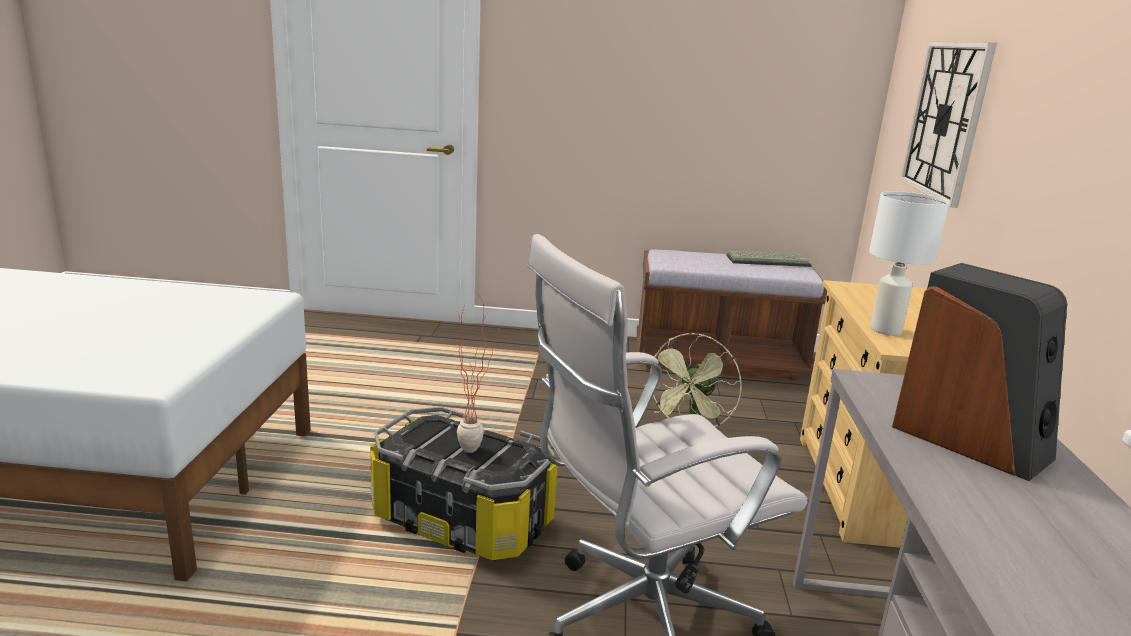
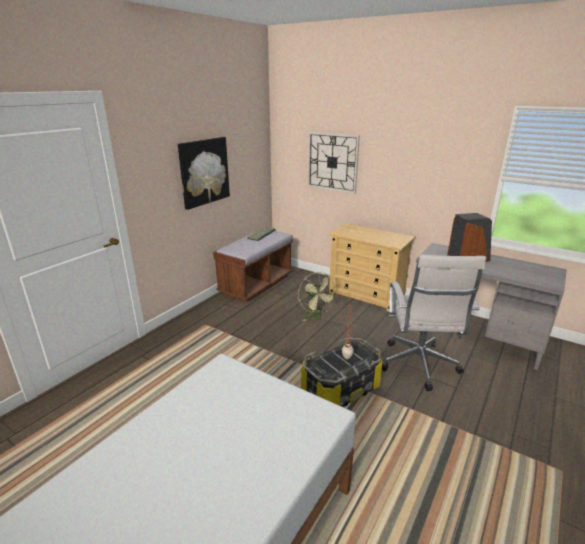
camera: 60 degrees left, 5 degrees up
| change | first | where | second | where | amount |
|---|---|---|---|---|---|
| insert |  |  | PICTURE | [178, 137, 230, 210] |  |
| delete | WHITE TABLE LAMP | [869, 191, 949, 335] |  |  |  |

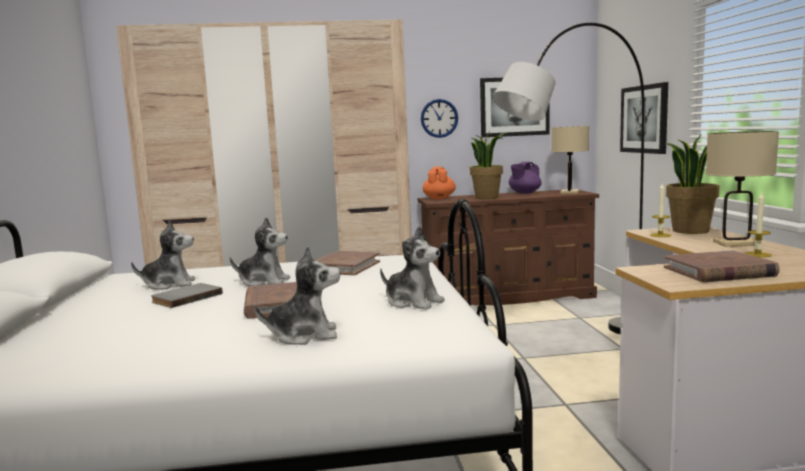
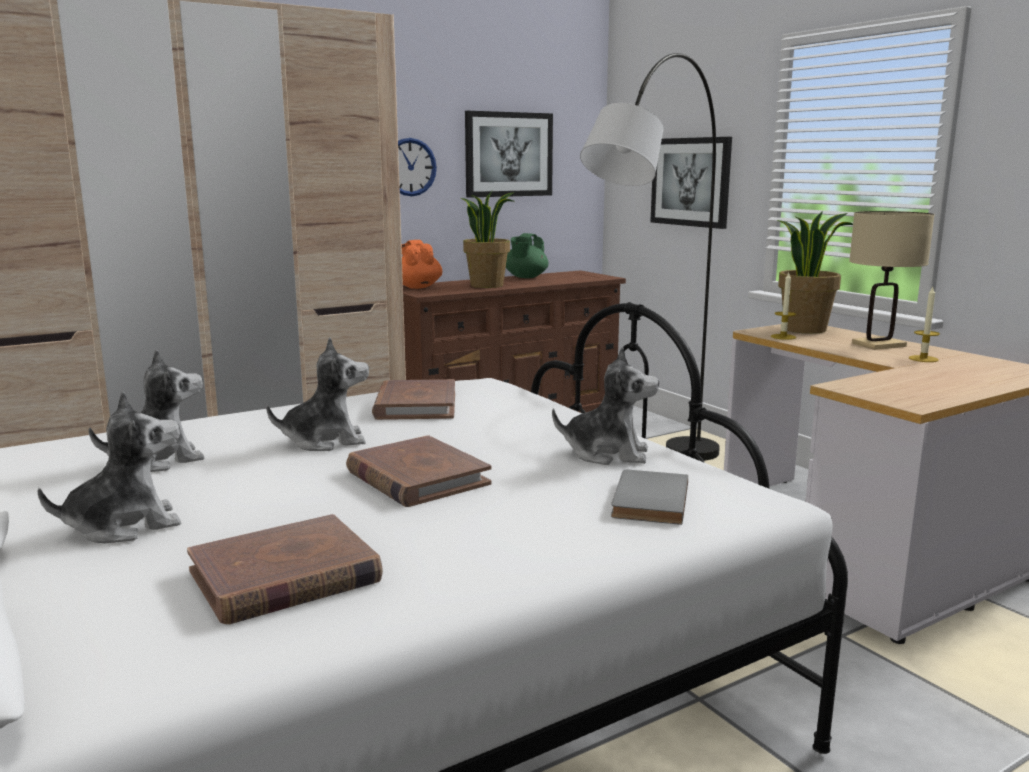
camera: 25 degrees left, 5 degrees up
| change | first | where | second | where | amount |
|---|---|---|---|---|---|
| move | PLUSH TOY | [254, 246, 340, 345] |  | [37, 391, 181, 543] |  |
| move | BROWN BOOK | [664, 250, 780, 282] |  | [187, 514, 383, 625] |  |
| recolor | PURPLE TEAPOT | [509, 162, 541, 194] | GREEN TEAPOT | [506, 233, 548, 278] |  |
| move | GREY BOOK | [151, 283, 223, 308] |  | [611, 470, 688, 525] |  |
| delete | BEIGE TABLE LAMP | [551, 126, 589, 194] |  |  |  |

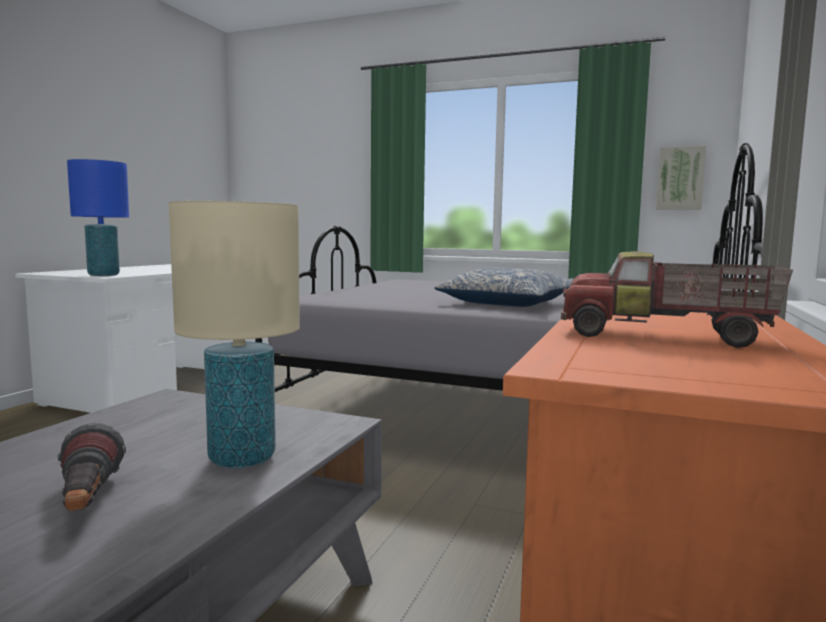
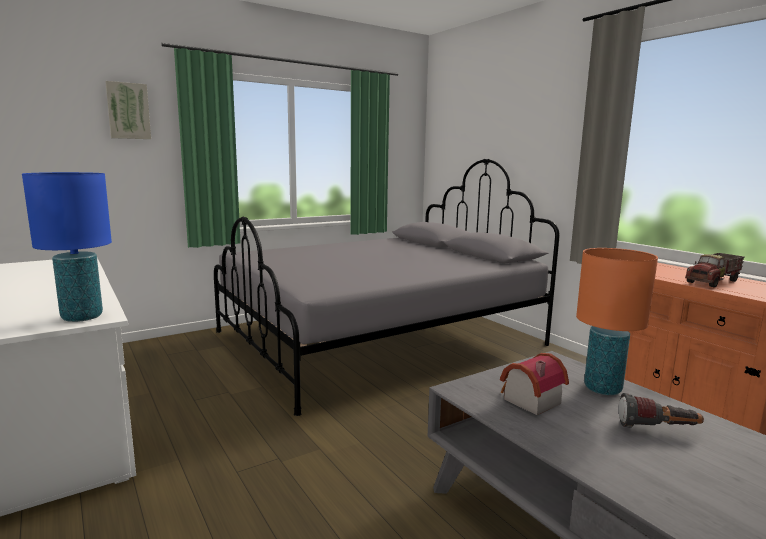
camera: 55 degrees left, 5 degrees up
| change | first | where | second | where | amount |
|---|---|---|---|---|---|
| move | PICTURE | [656, 146, 706, 210] |  | [105, 81, 151, 139] |  |
| insert |  |  | TOY HOUSE | [500, 353, 569, 415] |  |
| recolor | BEIGE TABLE LAMP | [168, 201, 300, 468] | ORANGE TABLE LAMP | [576, 248, 658, 395] |  |
| delete | PILLOW | [434, 268, 572, 307] |  |  |  |

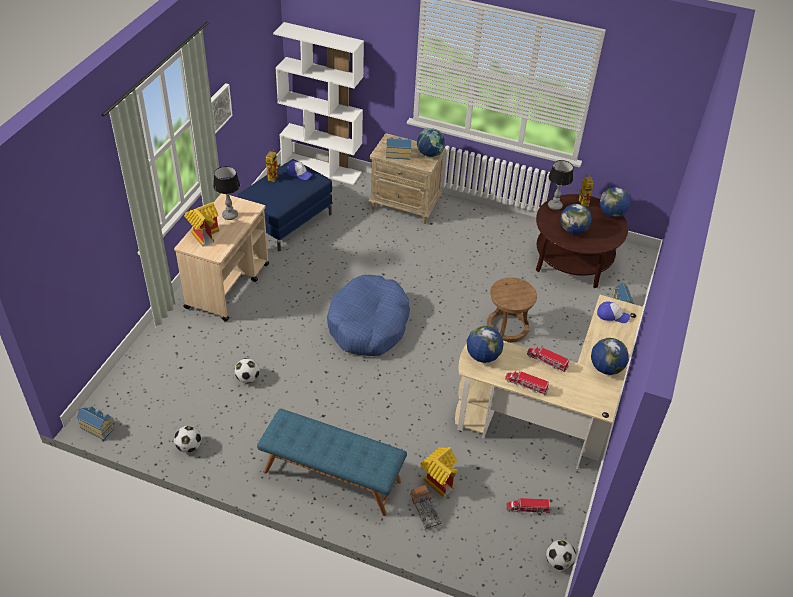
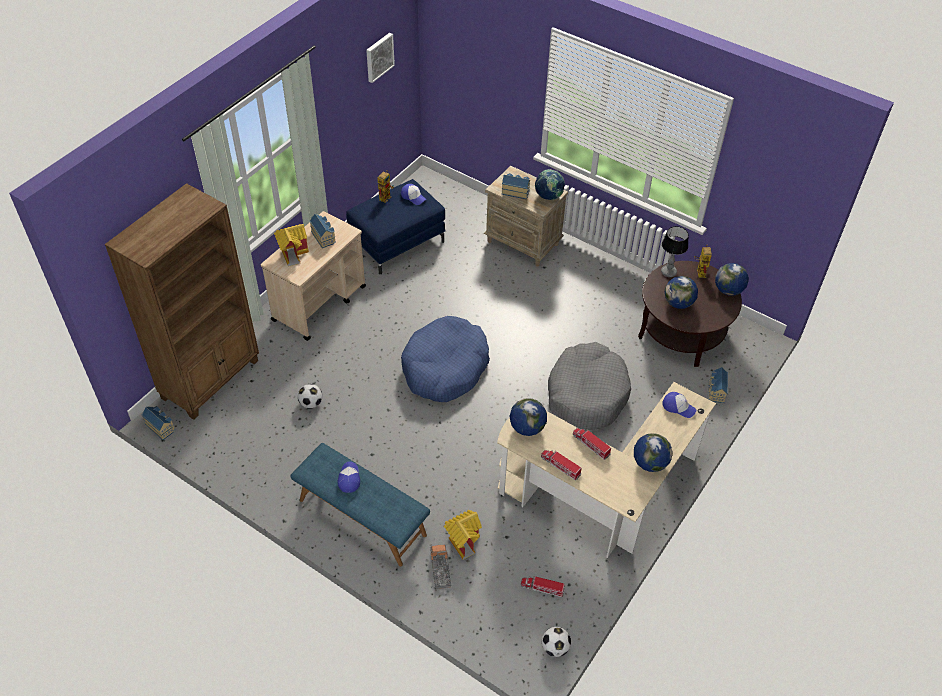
camera: 15 degrees right, 5 degrees up
| change | first | where | second | where | amount |
|---|---|---|---|---|---|
| insert |  |  | BROWN BOOKCASE | [105, 183, 259, 420] |  |
| replace | TABLE LAMP | [213, 166, 240, 220] | TOY HOUSE | [309, 214, 336, 248] |  |
| insert |  |  | CAP | [337, 462, 360, 493] |  |
| move | PICTURE | [211, 83, 233, 134] |  | [366, 33, 395, 83] |  |
| replace | BROWN STOOL | [487, 277, 537, 343] | GREY DOG BED | [548, 342, 631, 431] |  |
| delete | FOOTBALL | [174, 426, 201, 453] |  |  |  |
| delete | WHITE BOOKCASE | [273, 22, 364, 185] |  |  |  |

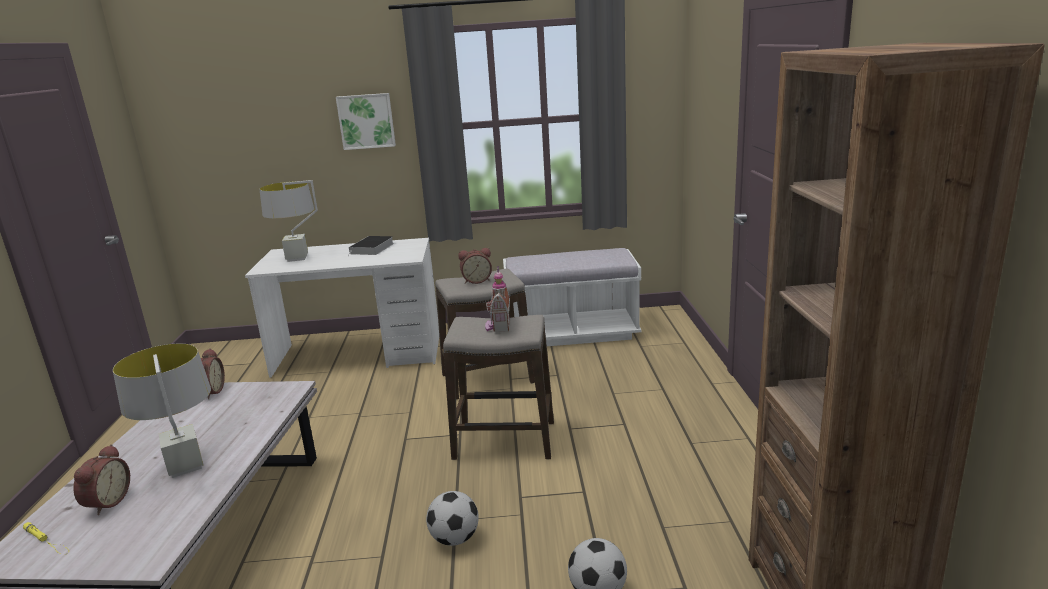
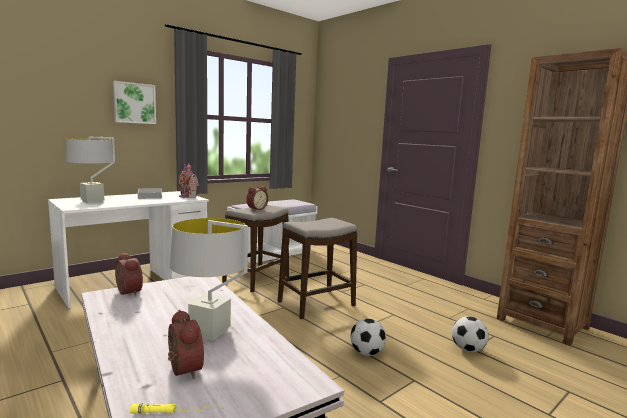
camera: 40 degrees left, 10 degrees down
| change | first | where | second | where | amount |
|---|---|---|---|---|---|
| move | TOY HOUSE | [485, 266, 510, 332] |  | [179, 163, 199, 198] |  |

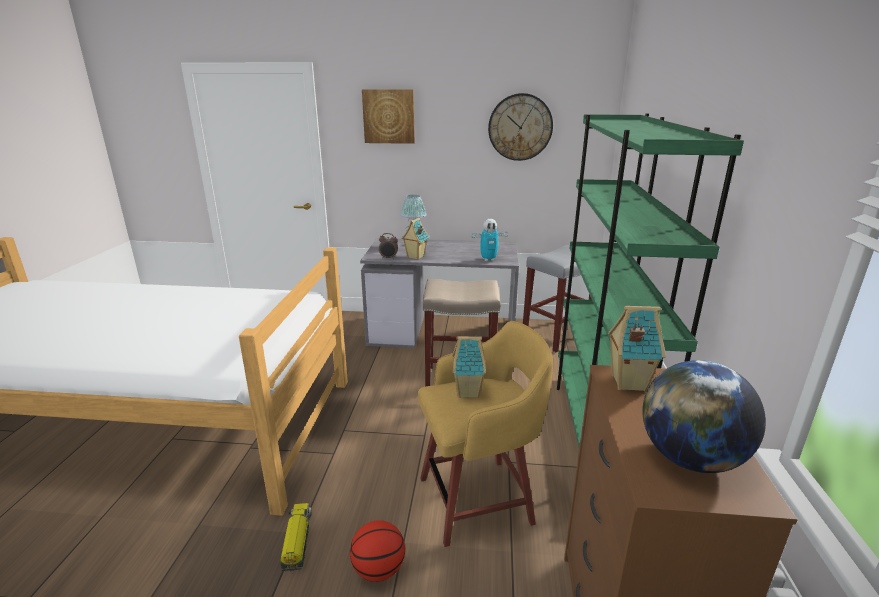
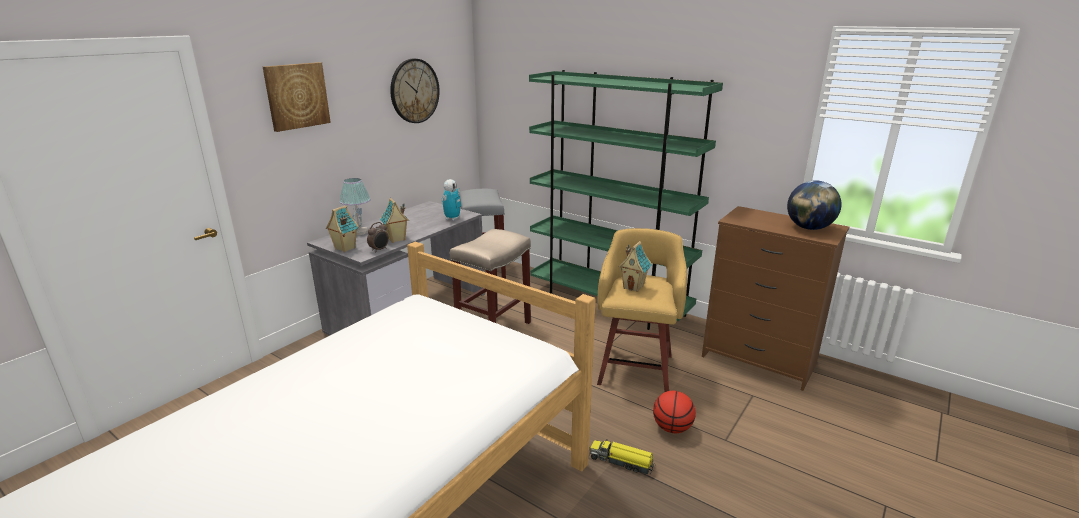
camera: 60 degrees left, 0 degrees up
| change | first | where | second | where | amount |
|---|---|---|---|---|---|
| move | TOY HOUSE | [608, 306, 666, 391] |  | [326, 205, 359, 252] |  |

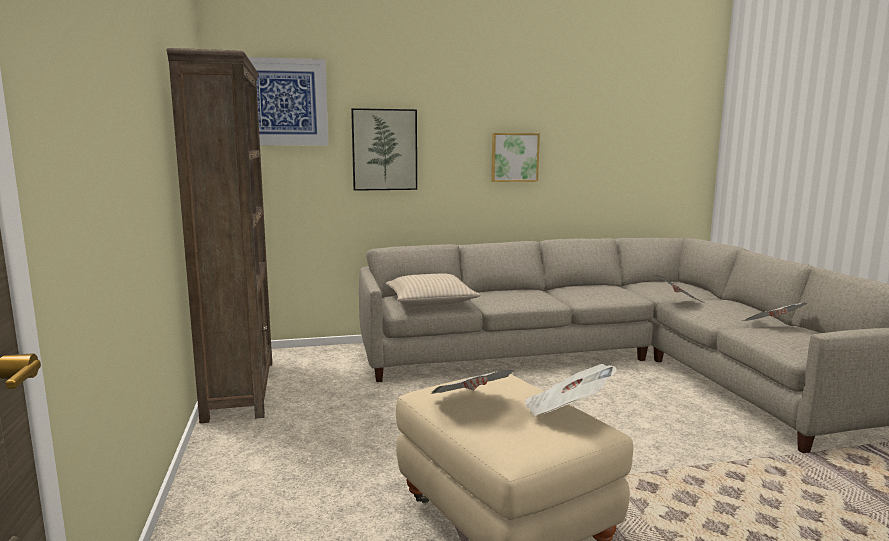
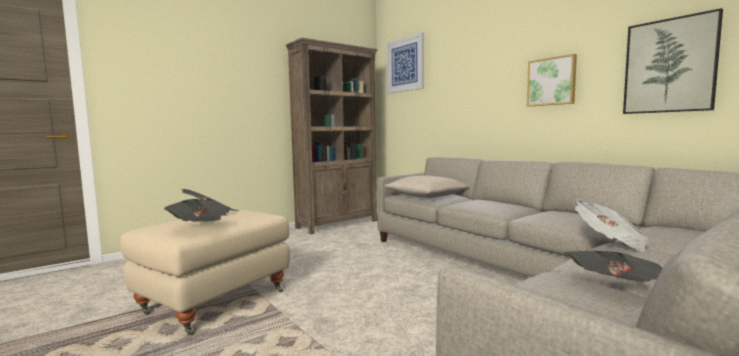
camera: 65 degrees right, 5 degrees down
| change | first | where | second | where | amount |
|---|---|---|---|---|---|
| move | PICTURE | [351, 108, 417, 191] |  | [623, 8, 723, 114] |  |

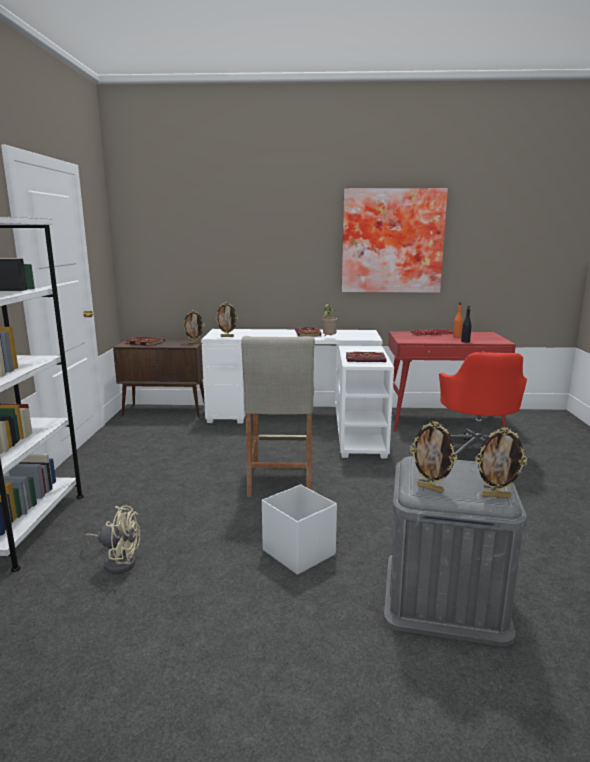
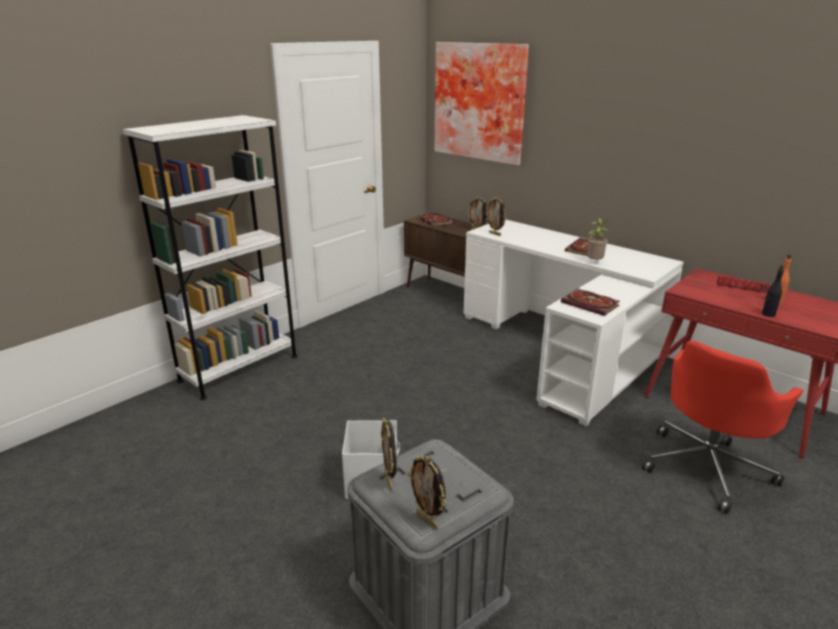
camera: 40 degrees right, 10 degrees up
| change | first | where | second | where | amount |
|---|---|---|---|---|---|
| move | PICTURE | [342, 188, 448, 293] |  | [435, 42, 529, 165] |  |
| delete | BEIGE FAN | [84, 505, 141, 574] |  |  |  |
| delete | BEIGE STOOL | [241, 336, 315, 497] |  |  |  |

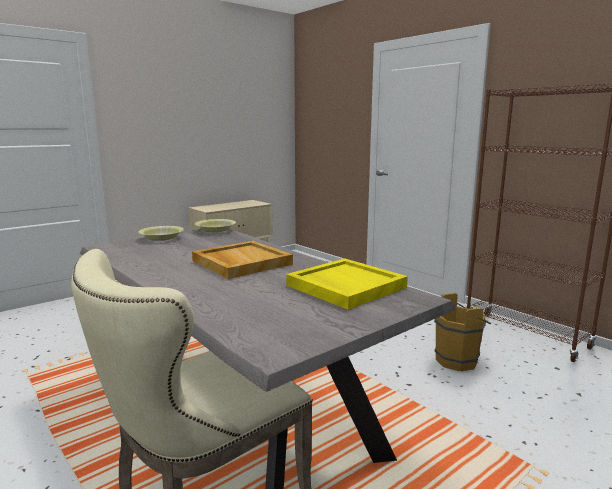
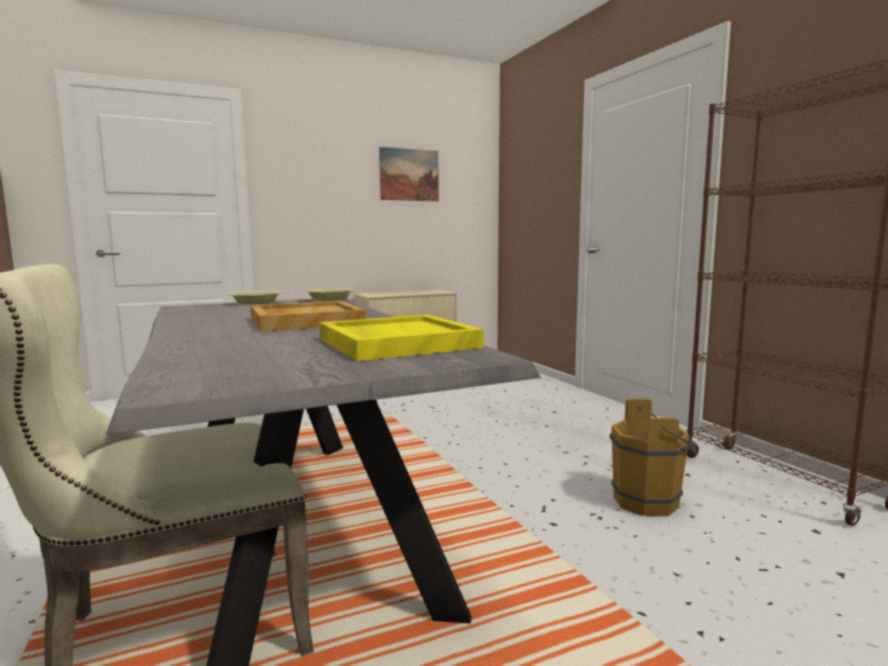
camera: 15 degrees right, 5 degrees down
| change | first | where | second | where | amount |
|---|---|---|---|---|---|
| insert |  |  | PICTURE | [379, 147, 439, 201] |  |

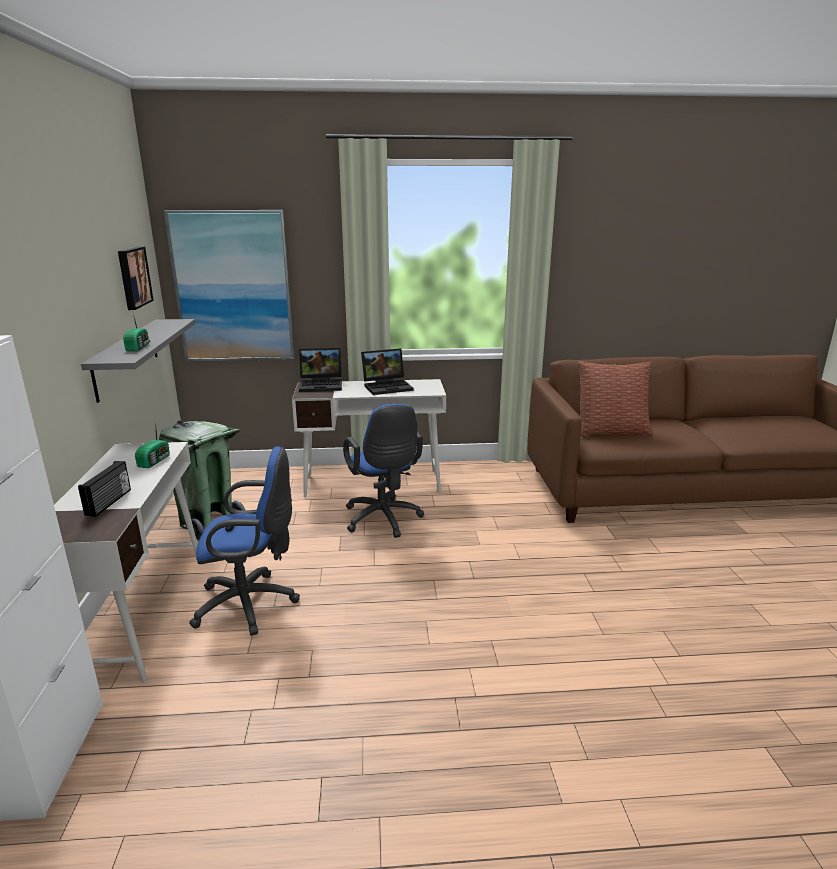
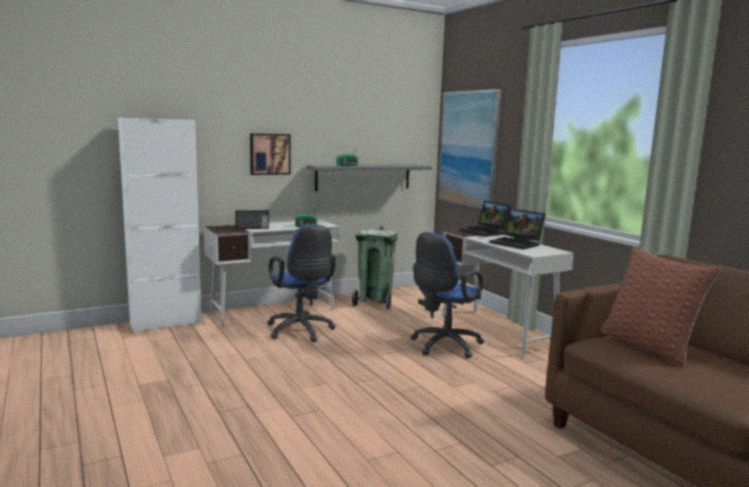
camera: 65 degrees right, 10 degrees down
| change | first | where | second | where | amount |
|---|---|---|---|---|---|
| move | PICTURE | [118, 247, 154, 310] |  | [250, 133, 291, 175] |  |

